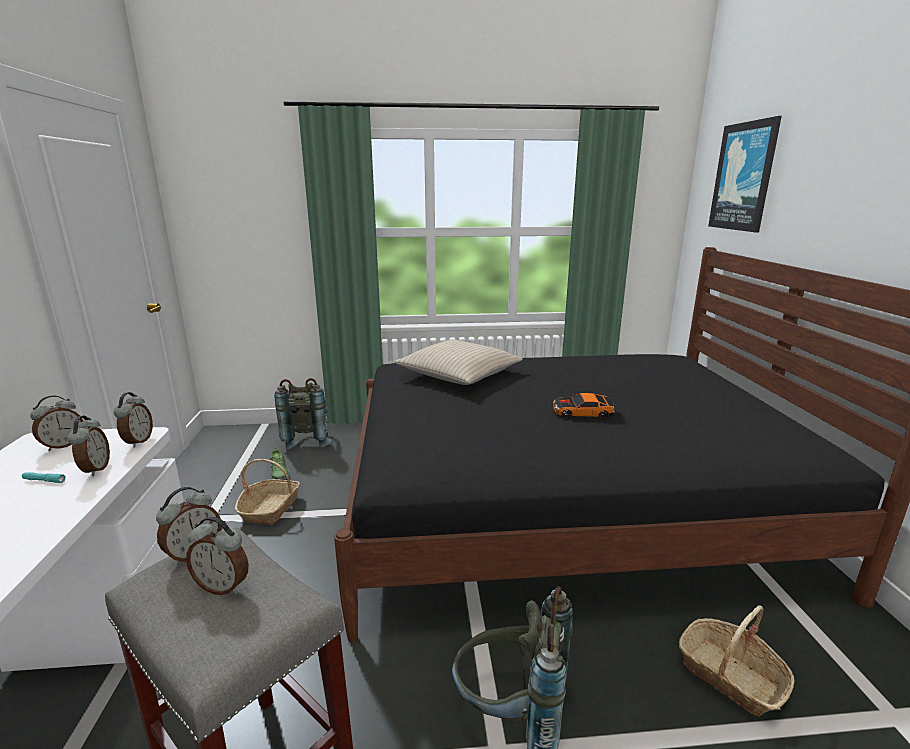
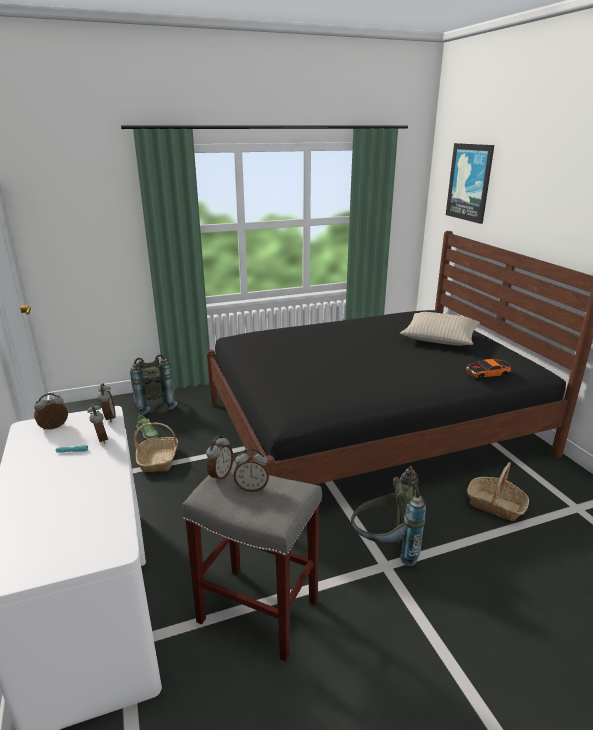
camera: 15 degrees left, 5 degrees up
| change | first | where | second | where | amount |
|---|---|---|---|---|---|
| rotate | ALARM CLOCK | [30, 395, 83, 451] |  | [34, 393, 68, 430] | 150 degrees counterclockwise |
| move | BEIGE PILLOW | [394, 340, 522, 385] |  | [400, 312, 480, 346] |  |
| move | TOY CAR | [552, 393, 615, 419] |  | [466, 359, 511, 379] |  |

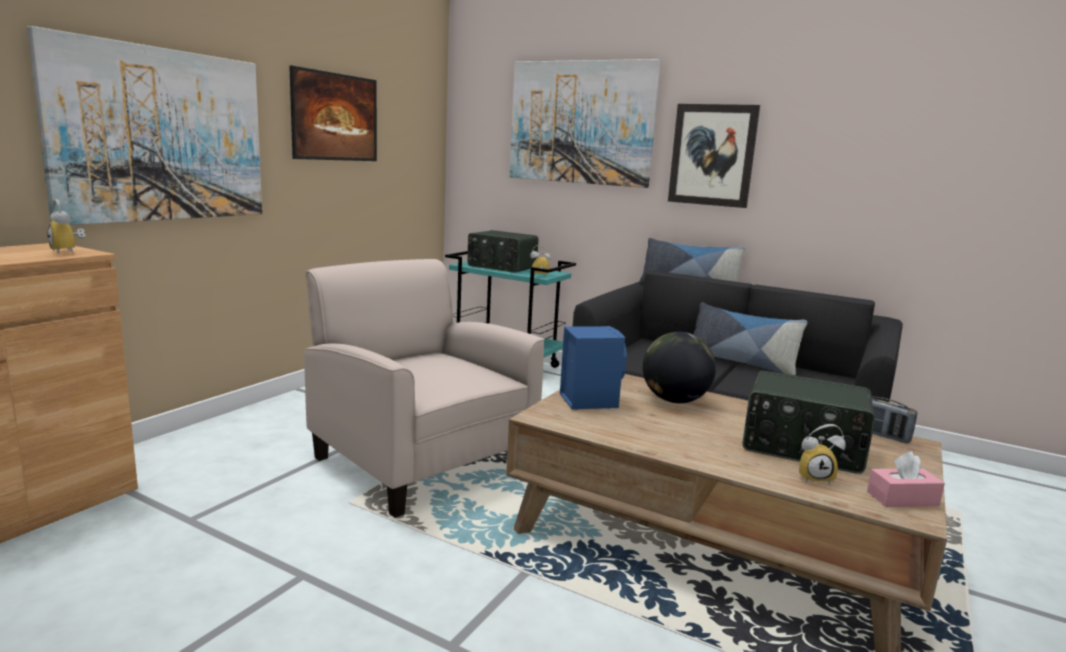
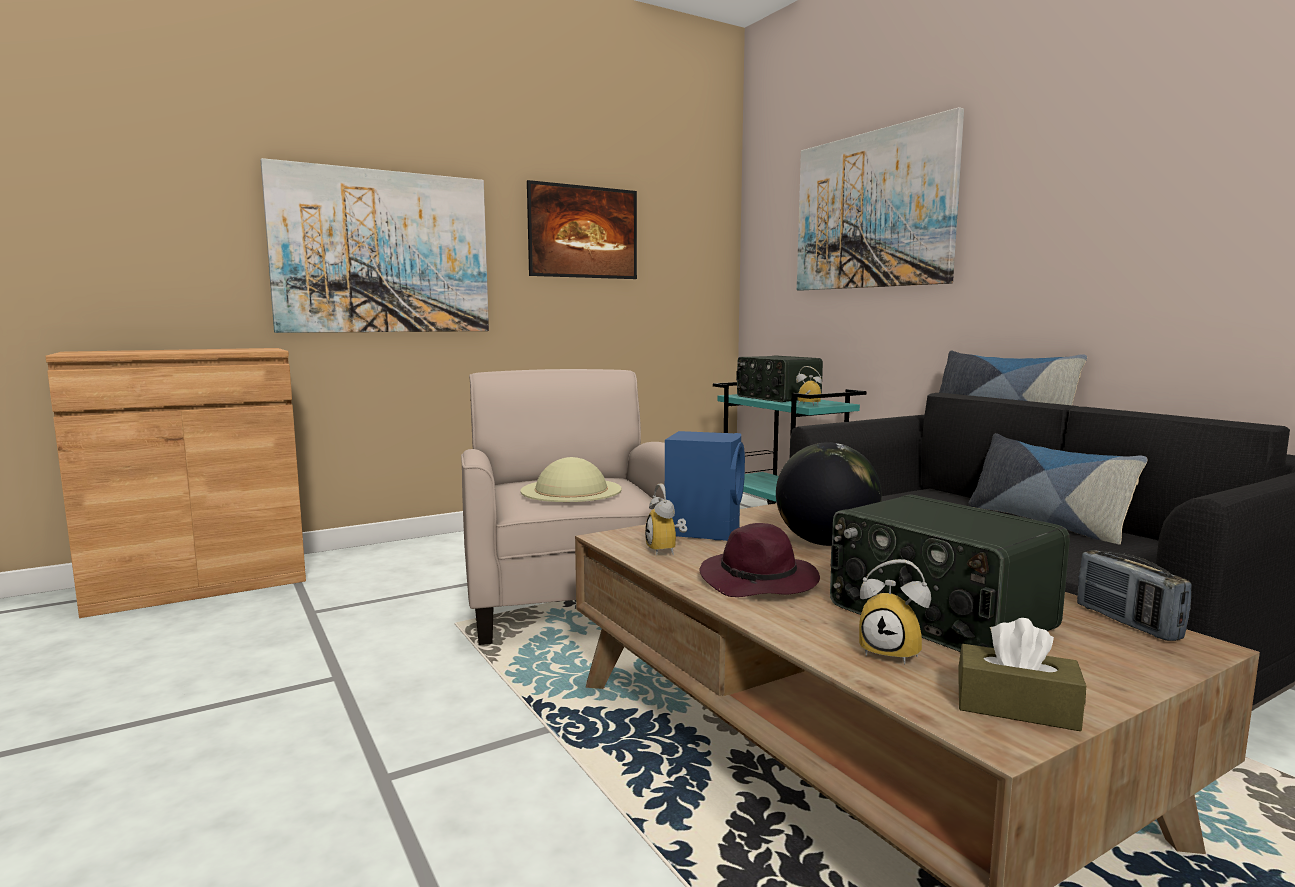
camera: 30 degrees right, 5 degrees down
| change | first | where | second | where | amount |
|---|---|---|---|---|---|
| insert |  |  | BEIGE HAT | [520, 457, 622, 502] |  |
| move | ALARM CLOCK | [47, 199, 86, 254] |  | [645, 484, 687, 556] |  |
| insert |  |  | PURPLE HAT | [699, 523, 820, 597] |  |
| recolor | PINK TISSUE BOX | [867, 452, 945, 507] | BROWN TISSUE BOX | [958, 618, 1086, 731] |  |
| delete | PICTURE | [668, 104, 760, 208] |  |  |  |

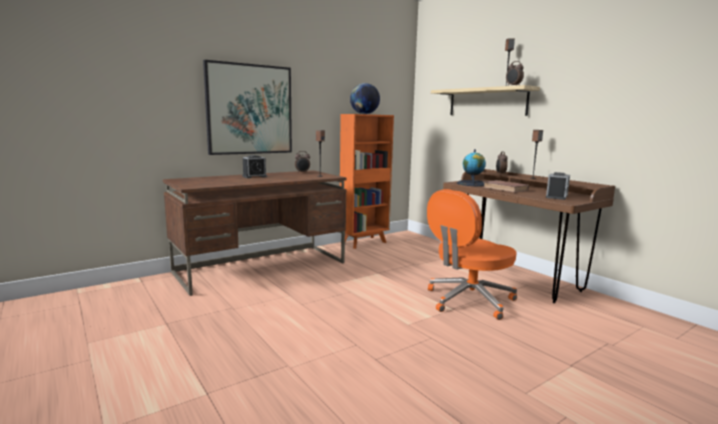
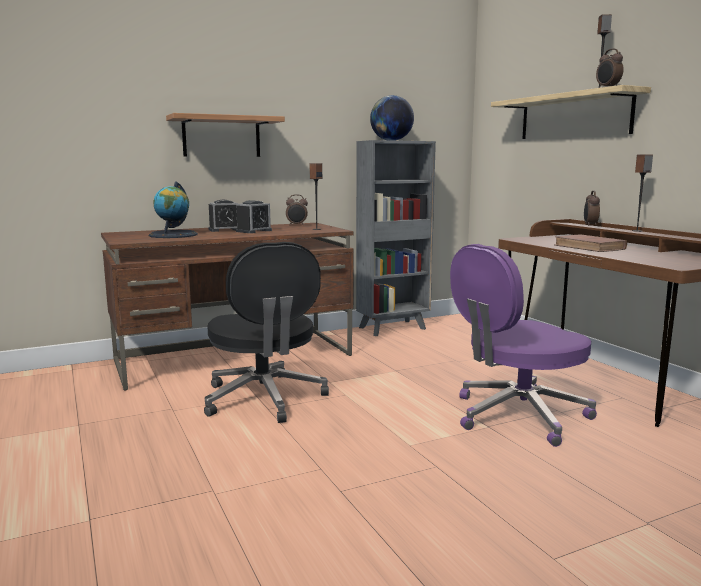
camera: 10 degrees right, 0 degrees up
| change | first | where | second | where | amount |
|---|---|---|---|---|---|
| move | GLOBE | [457, 149, 486, 186] |  | [148, 182, 198, 238] |  |
| replace | PICTURE | [203, 60, 292, 155] | SHELF | [166, 113, 285, 157] |  |
| insert |  |  | BLACK OFFICE CHAIR | [204, 242, 329, 423] |  |
| move | ALARM CLOCK | [546, 172, 570, 200] |  | [236, 200, 272, 233] |  |
| recolor | ORANGE BOOKCASE | [340, 114, 394, 249] | GREY BOOKCASE | [356, 140, 436, 336] |  |
| recolor | ORANGE OFFICE CHAIR | [427, 189, 517, 320] | PURPLE OFFICE CHAIR | [450, 244, 597, 447] |  |

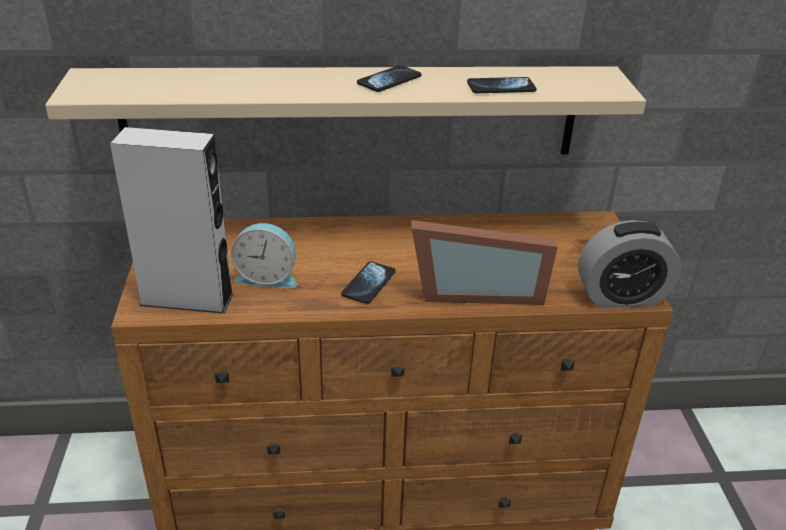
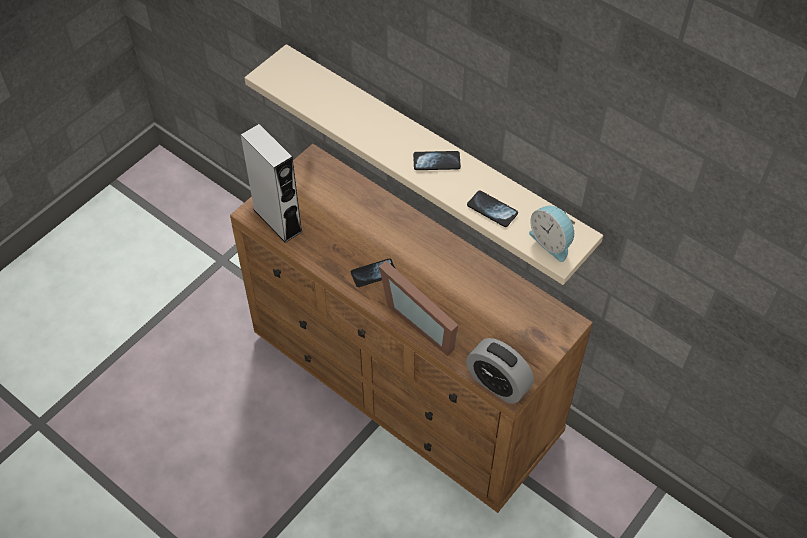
camera: 45 degrees right, 20 degrees up
| change | first | where | second | where | amount |
|---|---|---|---|---|---|
| move | ALARM CLOCK | [231, 223, 297, 288] |  | [529, 206, 575, 262] |  |

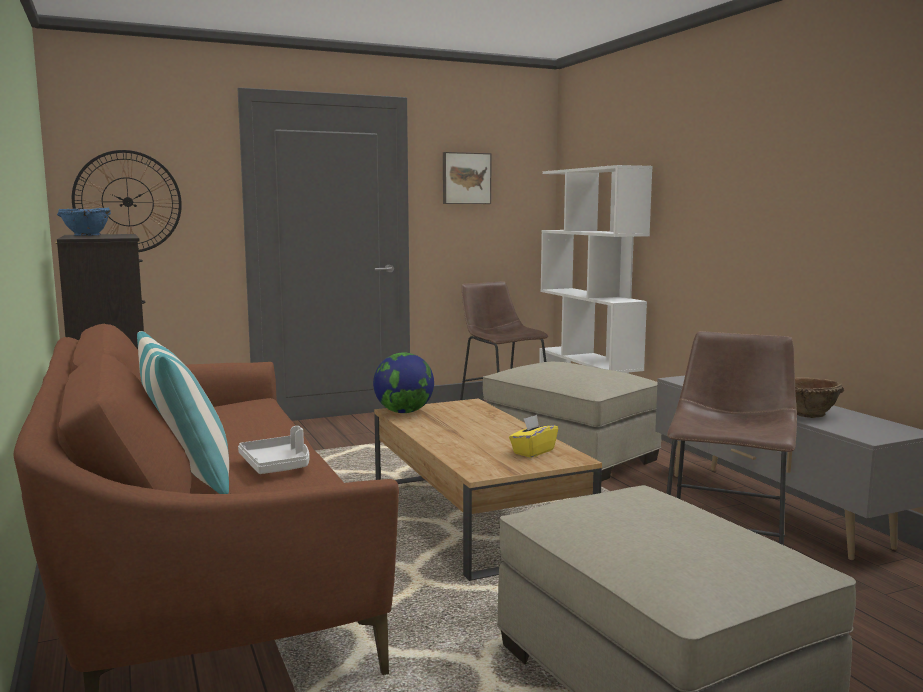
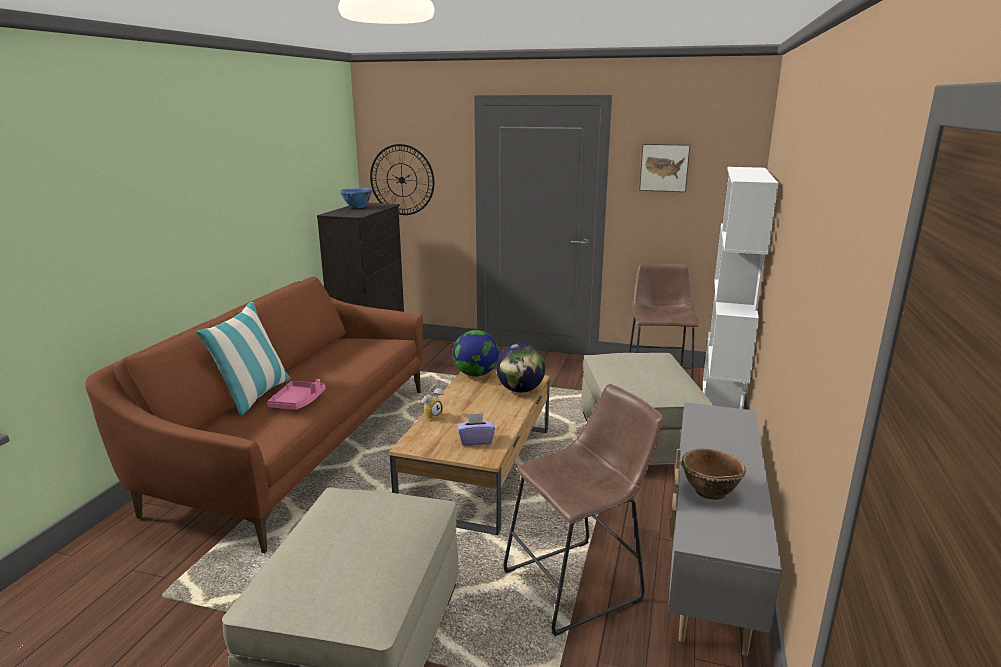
camera: 40 degrees right, 10 degrees up
| change | first | where | second | where | amount |
|---|---|---|---|---|---|
| recolor | GREY TRAY | [238, 426, 309, 474] | PINK TRAY | [267, 379, 326, 410] |  |
| insert |  |  | ALARM CLOCK | [421, 383, 444, 420] |  |
| recolor | YELLOW TISSUE BOX | [509, 415, 558, 458] | PURPLE TISSUE BOX | [457, 413, 495, 446] |  |
| insert |  |  | GLOBE | [496, 343, 545, 393] |  |

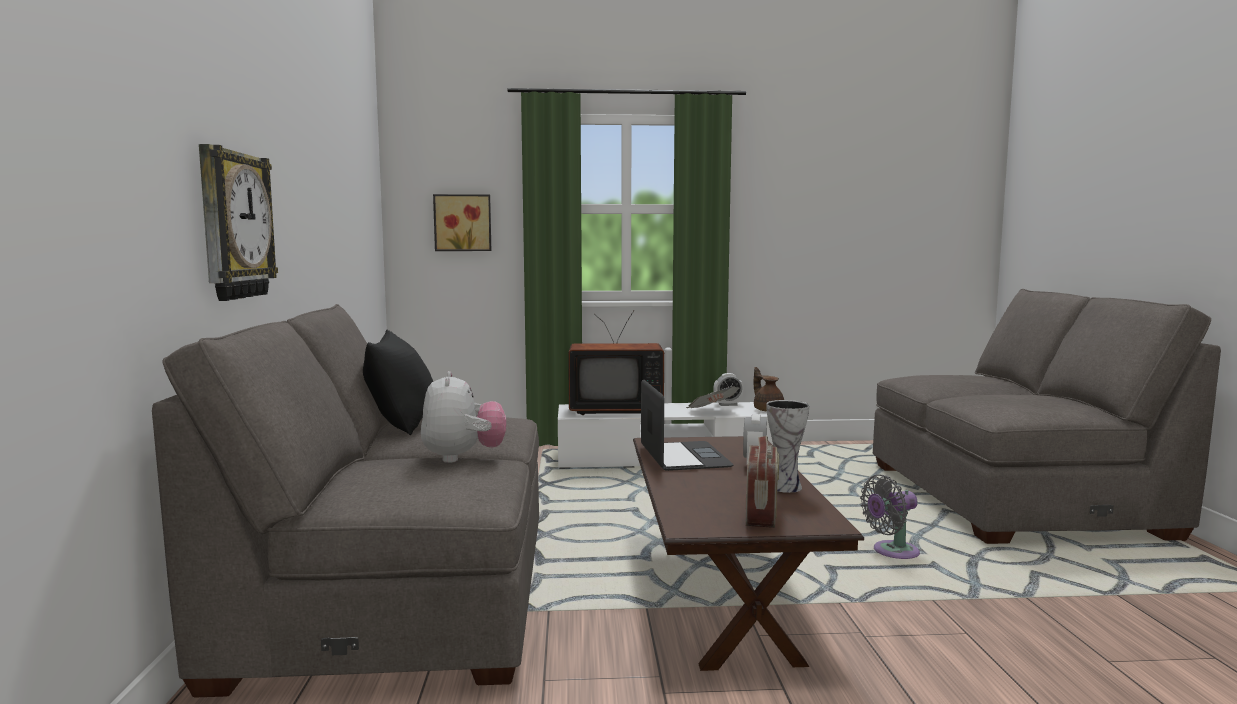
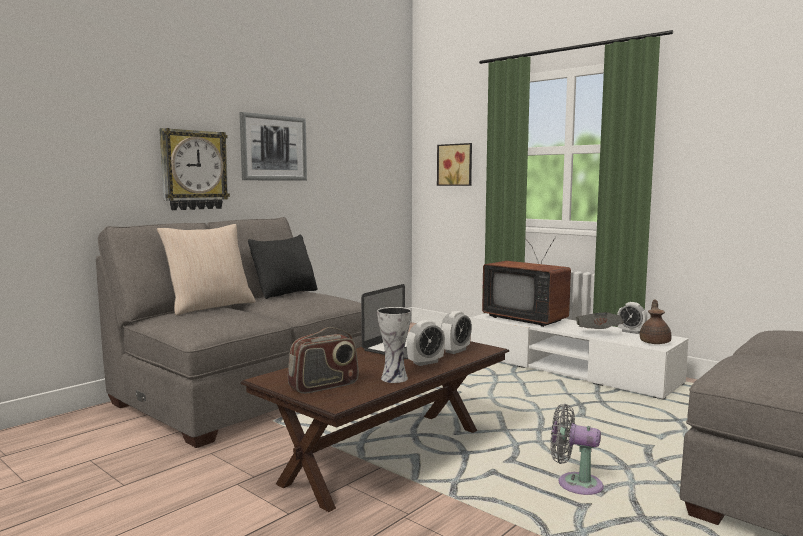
camera: 45 degrees right, 0 degrees up
| change | first | where | second | where | amount |
|---|---|---|---|---|---|
| insert |  |  | BEIGE PILLOW | [157, 224, 255, 316] |  |
| insert |  |  | PICTURE | [240, 112, 307, 181] |  |
| insert |  |  | ALARM CLOCK | [441, 311, 472, 354] |  |
| delete | PLUSH TOY | [421, 371, 506, 463] |  |  |  |

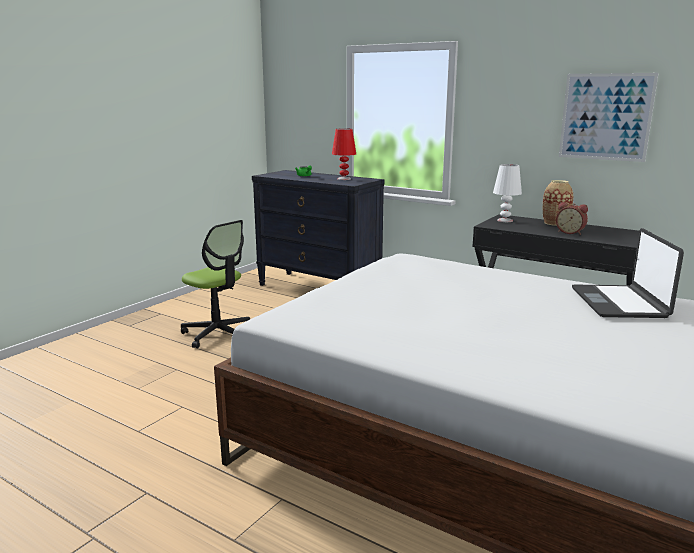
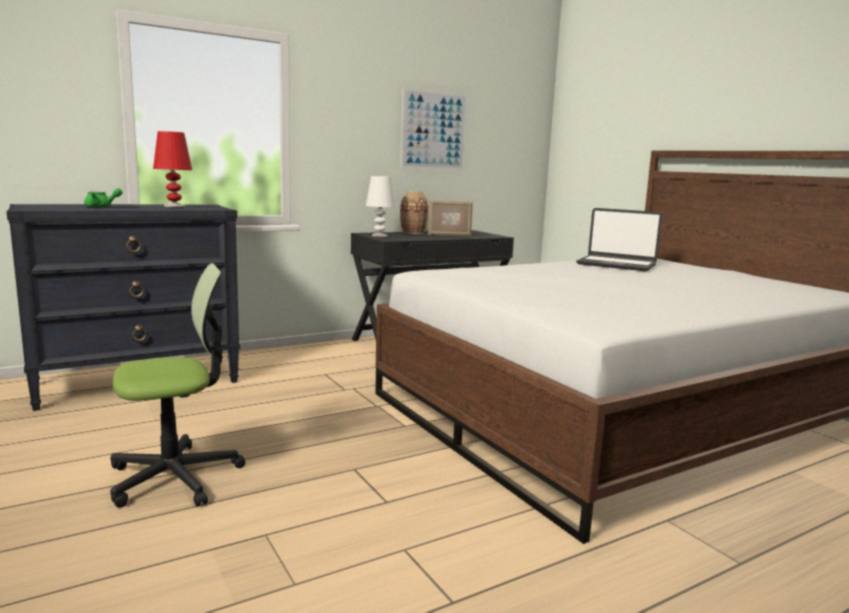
camera: 65 degrees left, 5 degrees down
| change | first | where | second | where | amount |
|---|---|---|---|---|---|
| replace | ALARM CLOCK | [556, 202, 588, 235] | PICTURE FRAME | [428, 200, 473, 237] |  |

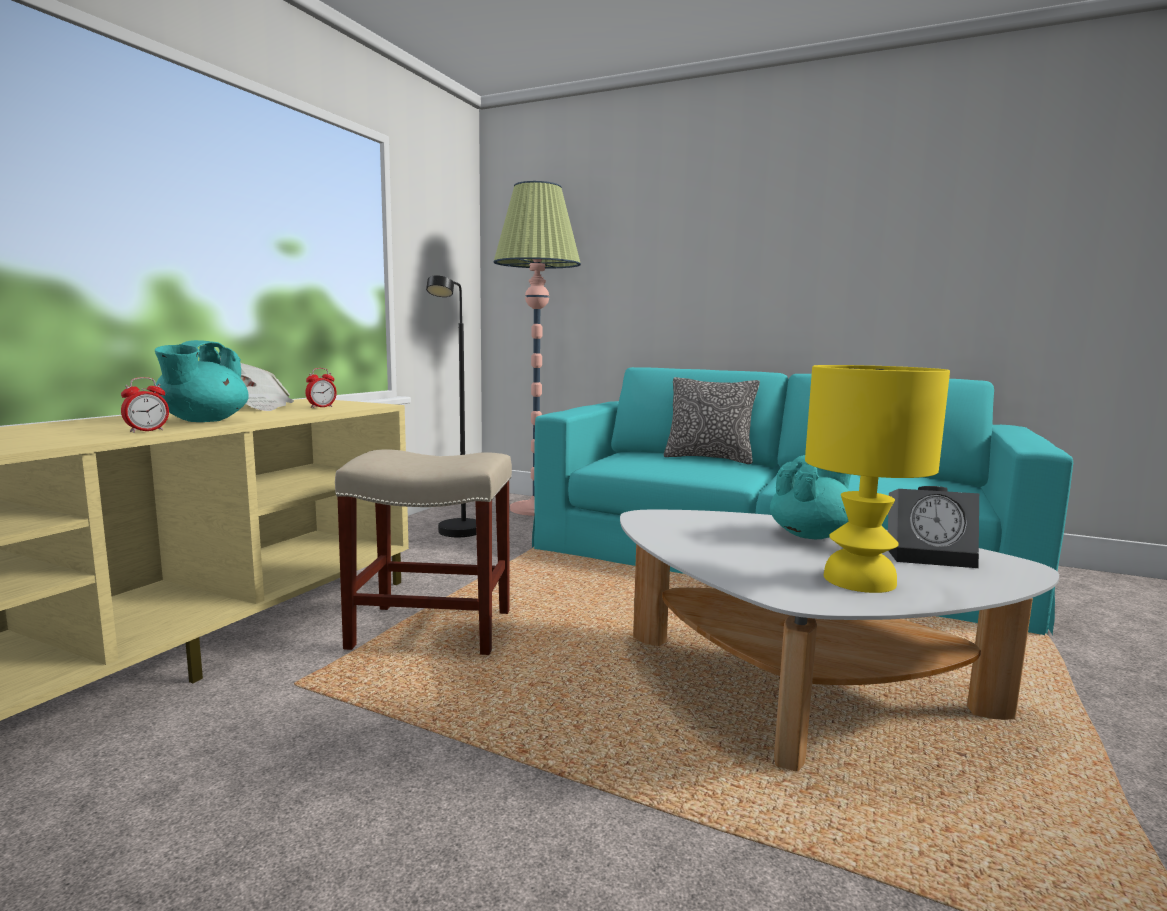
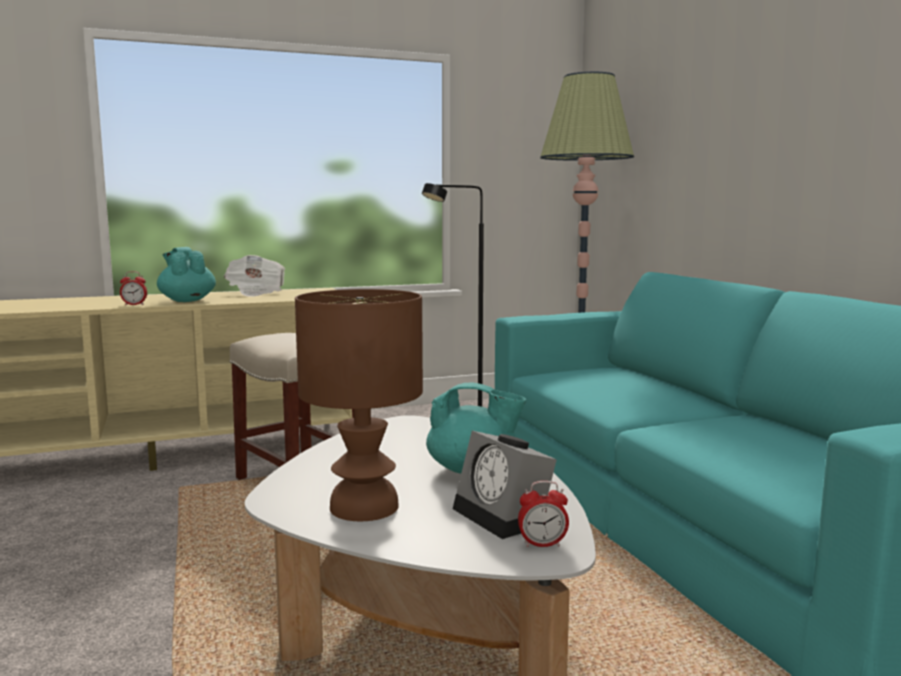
camera: 45 degrees right, 0 degrees up
| change | first | where | second | where | amount |
|---|---|---|---|---|---|
| rotate | TURQUOISE TEAPOT | [155, 340, 249, 422] |  | [157, 247, 216, 302] | 90 degrees clockwise |
| recolor | YELLOW TABLE LAMP | [805, 365, 950, 593] | BROWN TABLE LAMP | [295, 289, 423, 521] |  |
| move | ALARM CLOCK | [306, 368, 337, 408] |  | [518, 481, 569, 547] |  |
| delete | PILLOW | [664, 377, 760, 464] |  |  |  |

